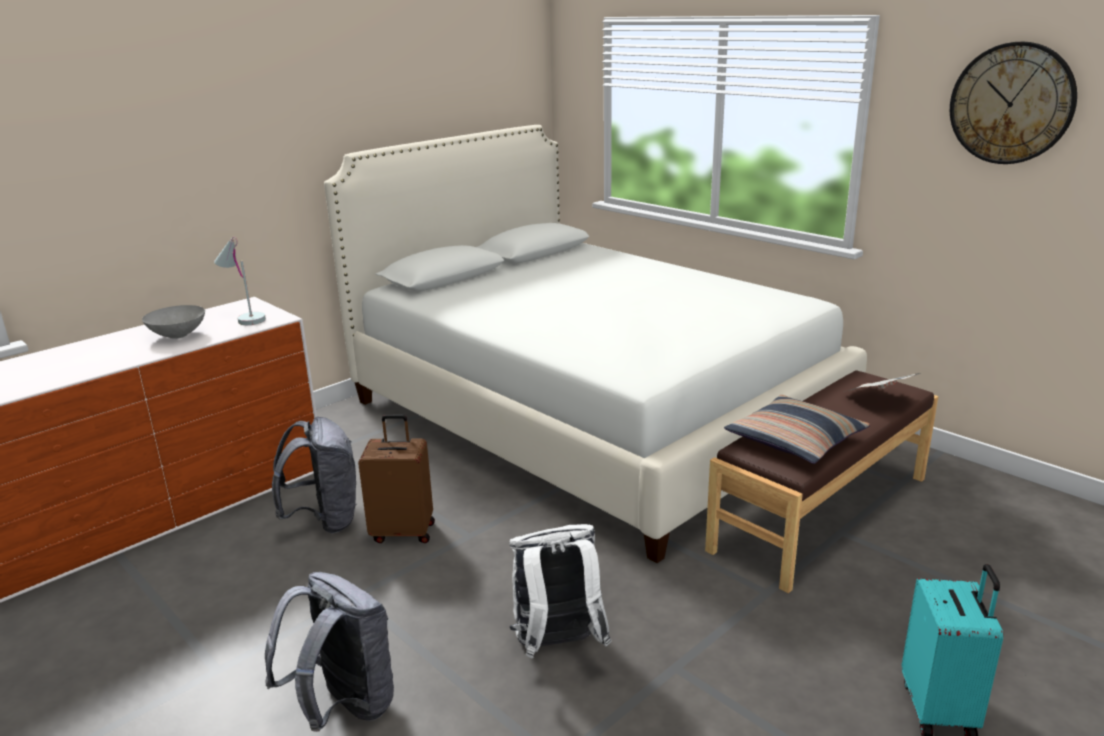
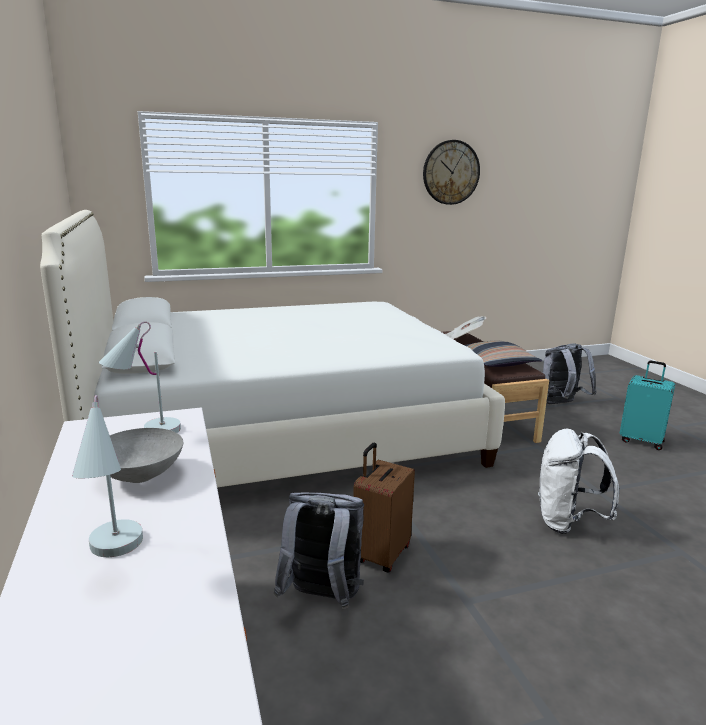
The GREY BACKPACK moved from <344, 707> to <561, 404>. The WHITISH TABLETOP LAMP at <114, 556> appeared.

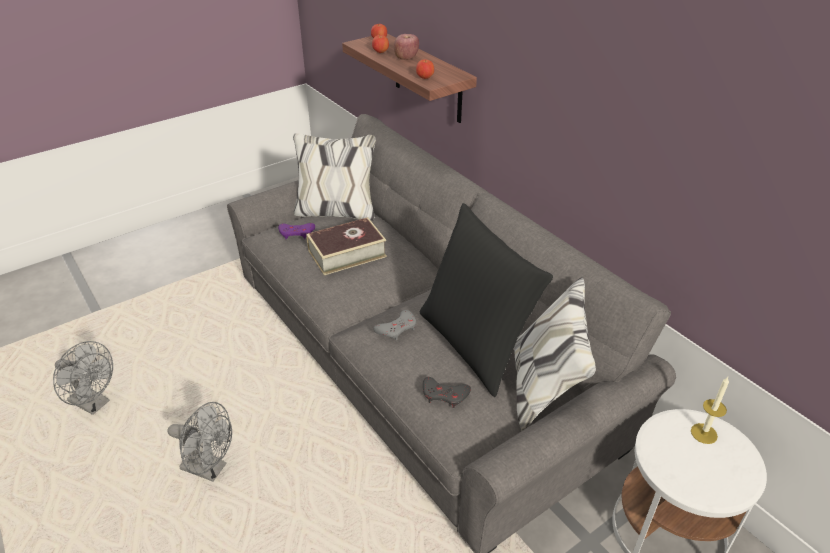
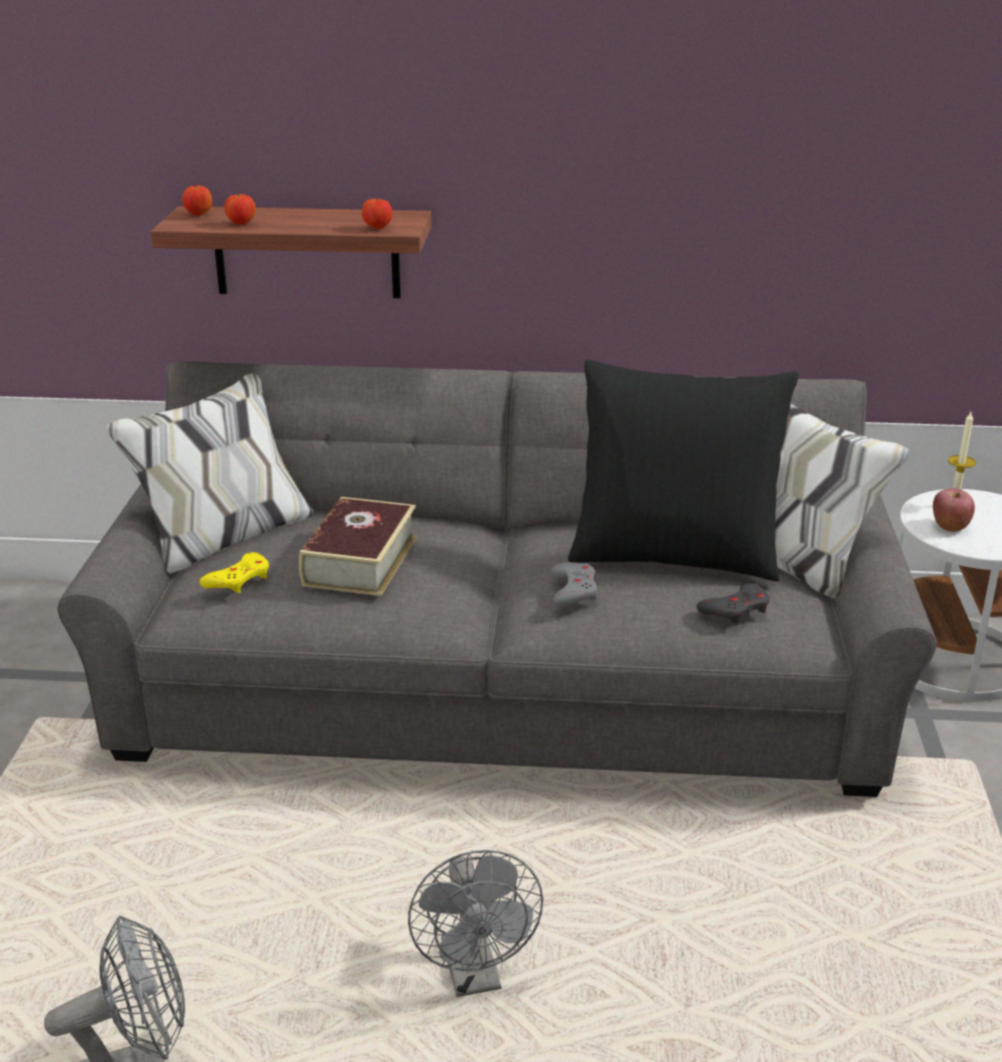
The GREY ELECTRIC FAN at <210, 469> turned 105 degrees clockwise. The PURPLE-COLOURED GAMEPAD at <296, 233> became the YELLOW GAMEPAD at <239, 579>. The APPLE FRUIT moved from <406, 58> to <950, 526>.

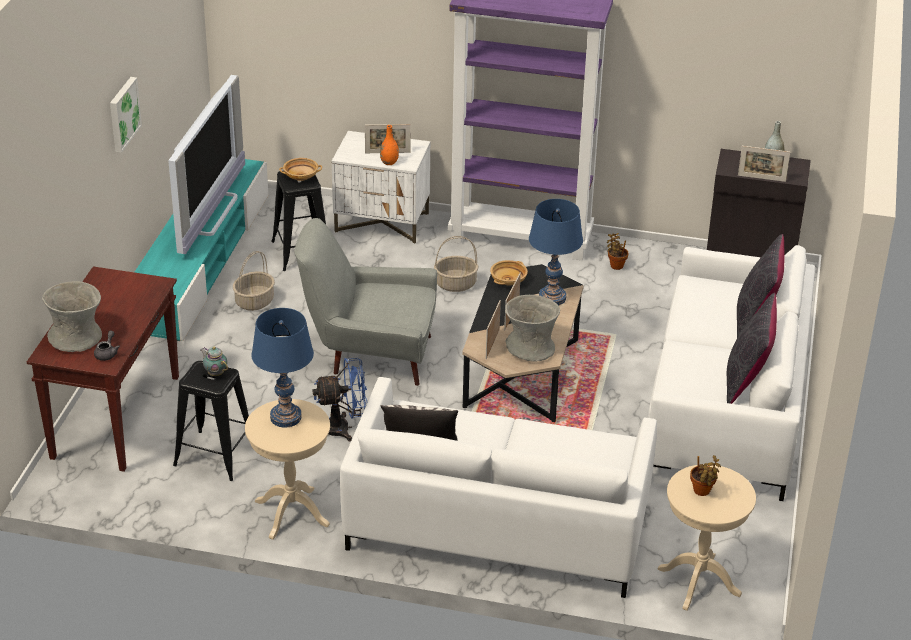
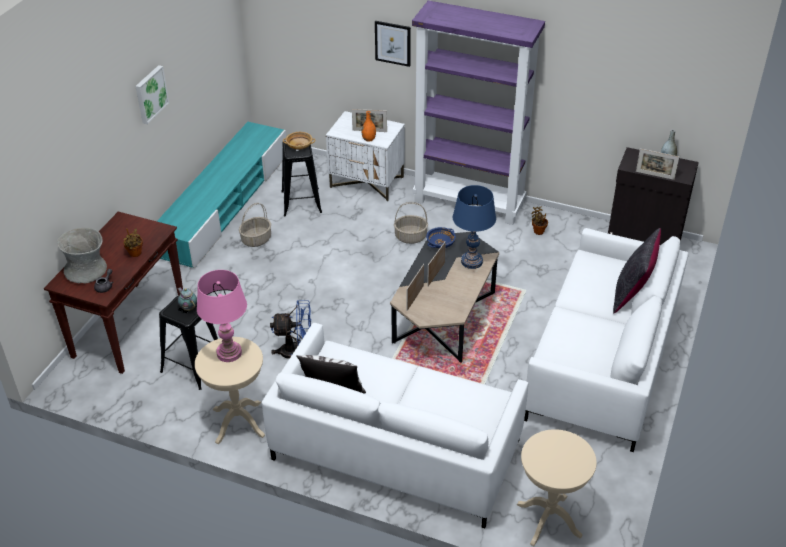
The TV SET at <211, 213> disappeared. The BLUISH TABLETOP LAMP at <285, 417> became the PINKISH TABLETOP LAMP at <229, 353>. The GREY ARMCHAIR at <371, 355> disappeared. The BEIGE DEEP DISH at <508, 280> became the BLUISH DEEP DISH at <440, 244>. The GREY FLOWER VASE at <530, 347> disappeared. The HOUSEPLANT moved from <702, 492> to <135, 254>. The BLACK CUSHION at <746, 380> disappeared. The WALL ART at <393, 43> appeared.

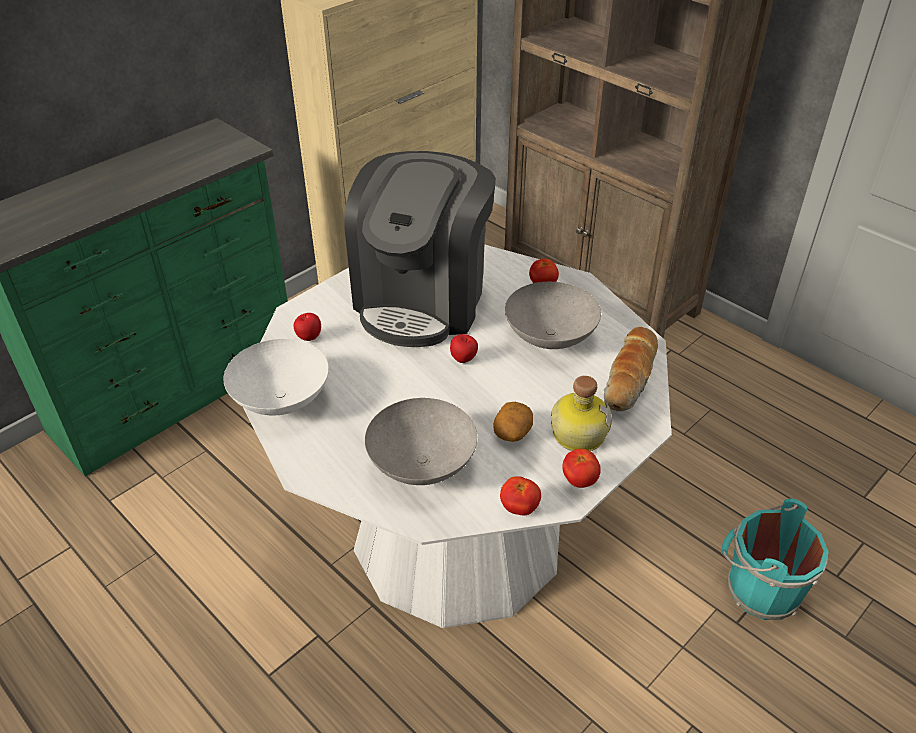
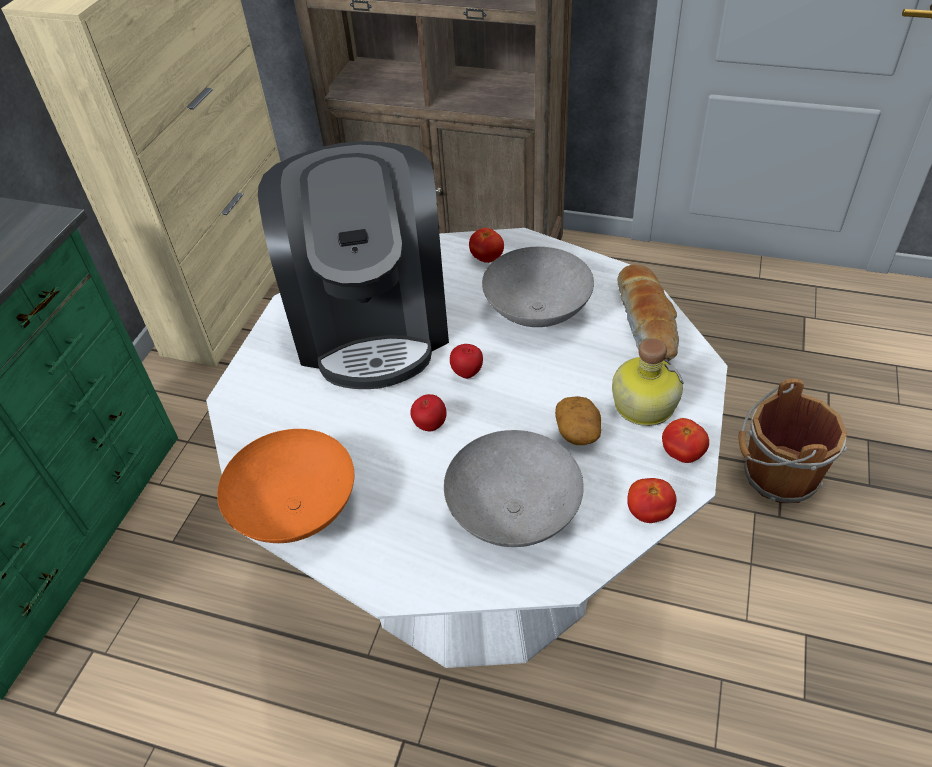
The WHITISH DEEP DISH at <281, 399> became the ORANGE DEEP DISH at <295, 509>. The APPLE FRUIT moved from <309, 338> to <430, 425>. The TURQUOISE-COLOURED BUCKET at <759, 589> became the BROWN BUCKET at <777, 476>.

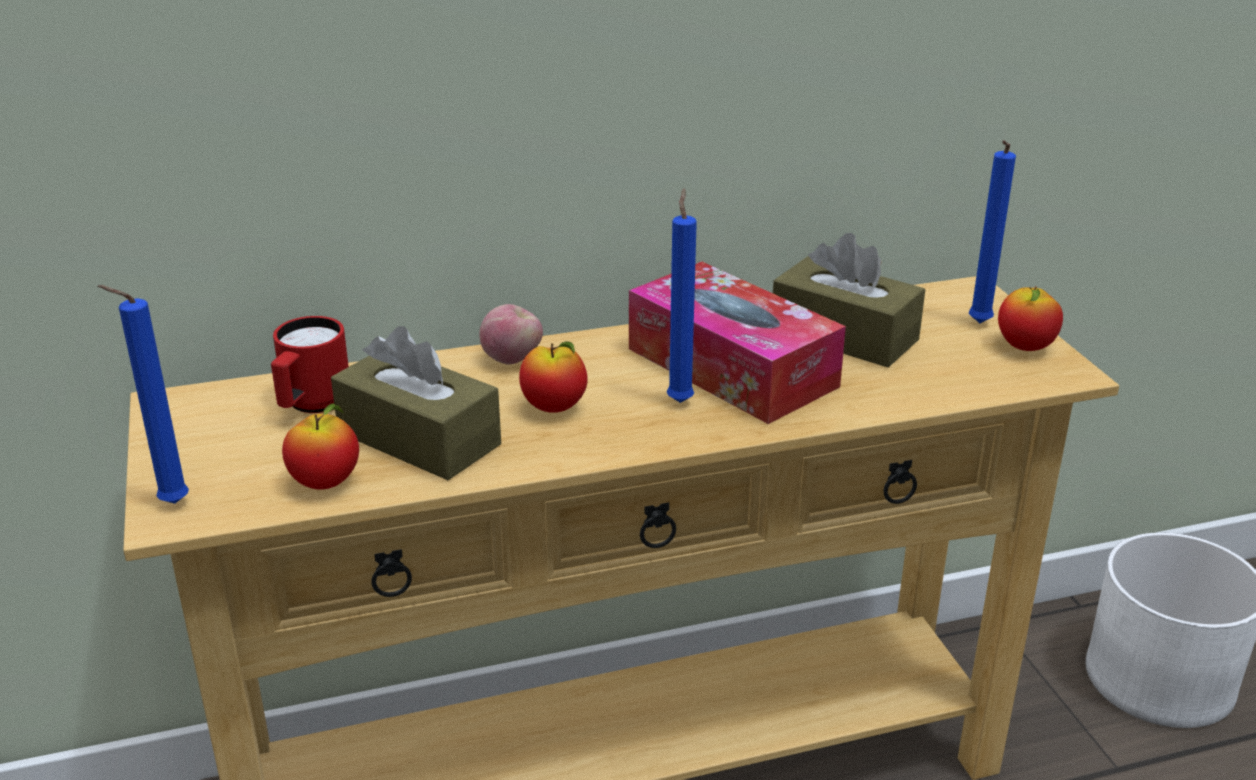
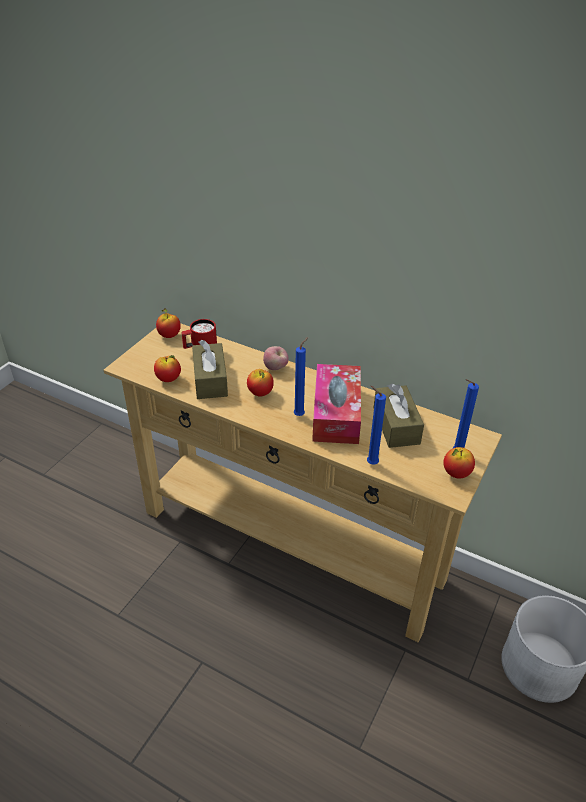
The BLUISH WAX LIGHT moved from <169, 504> to <370, 463>. The APPLE FRUIT at <169, 335> appeared.

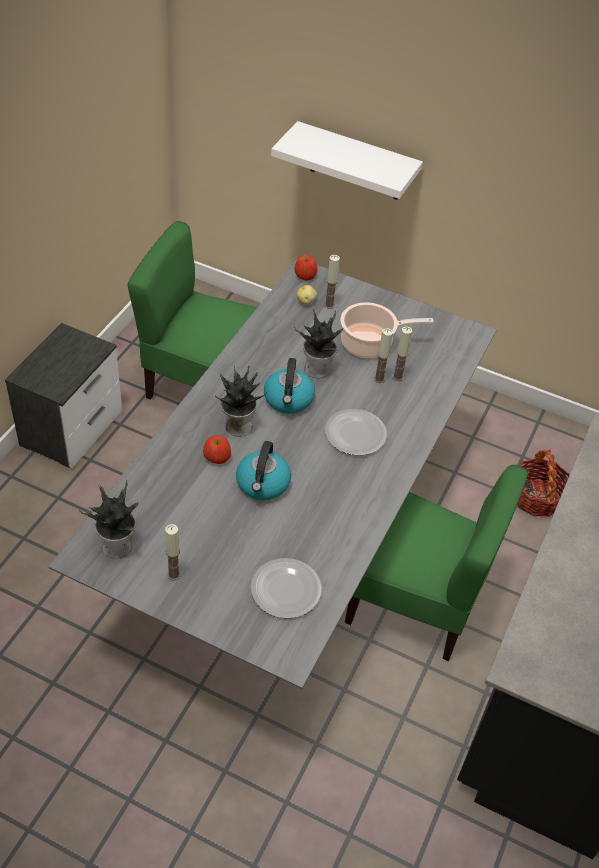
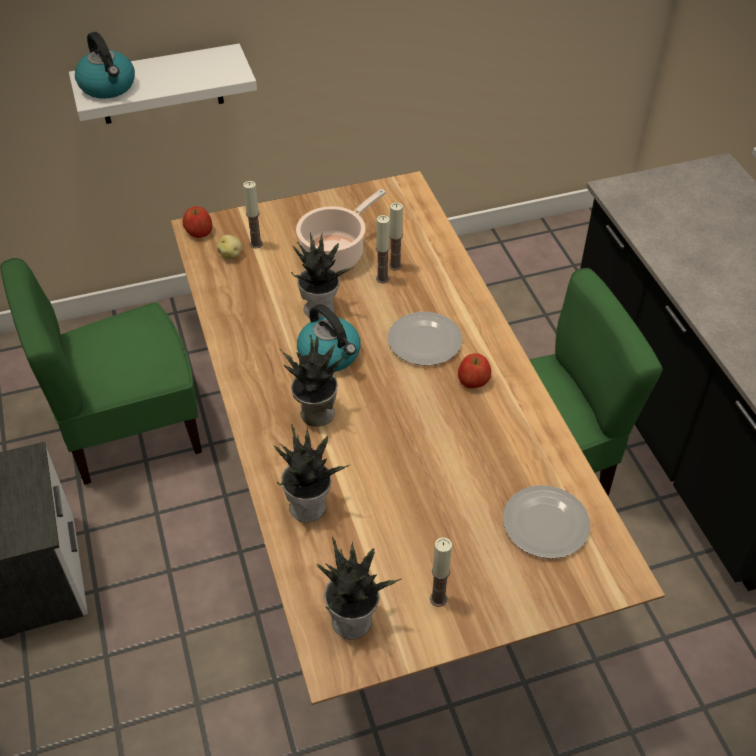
The GREY KITCHEN TABLE at <288, 545> became the BROWN KITCHEN TABLE at <378, 512>. The APPLE FRUIT moved from <217, 457> to <473, 380>. The TEA KETTLE moved from <263, 484> to <108, 86>. The STORAGE BASKET at <536, 497> disappeared. The HOUSEPLANT at <309, 506> appeared.

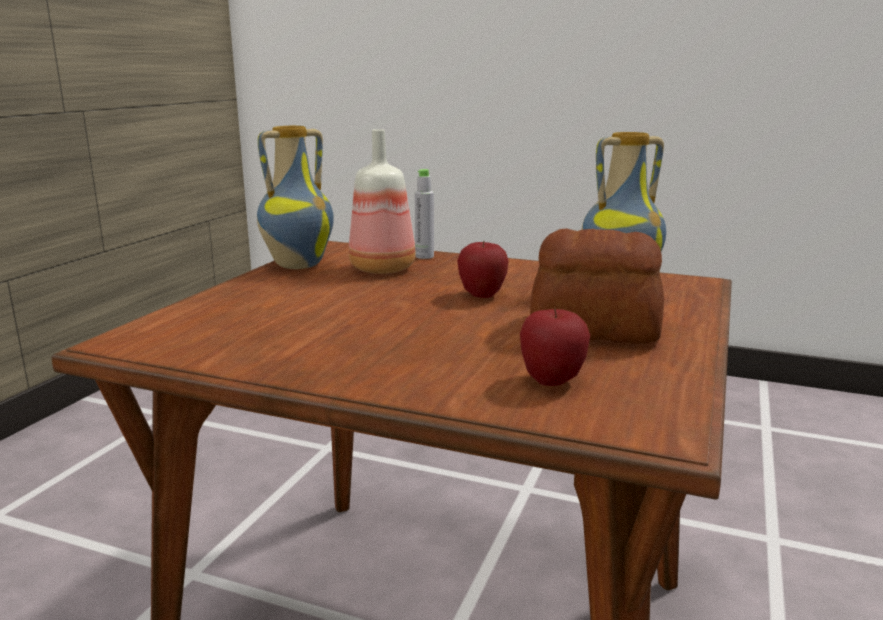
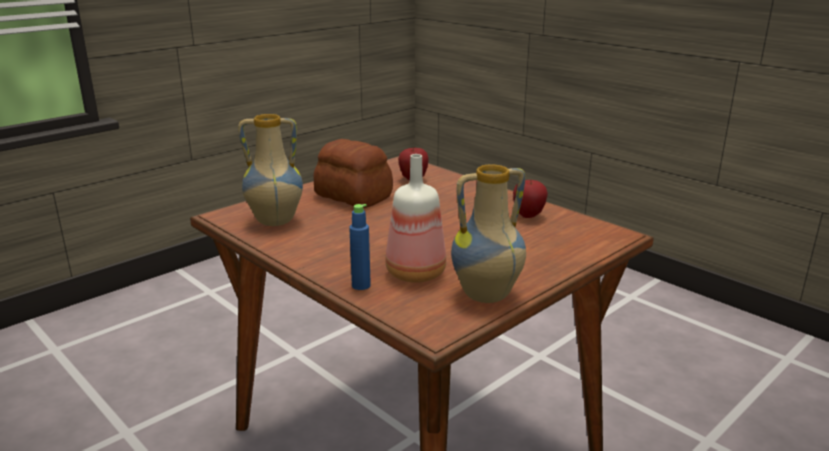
The GREY DRINK BOTTLE at <424, 256> became the BLUISH DRINK BOTTLE at <361, 285>. The APPLE FRUIT moved from <482, 296> to <528, 215>.

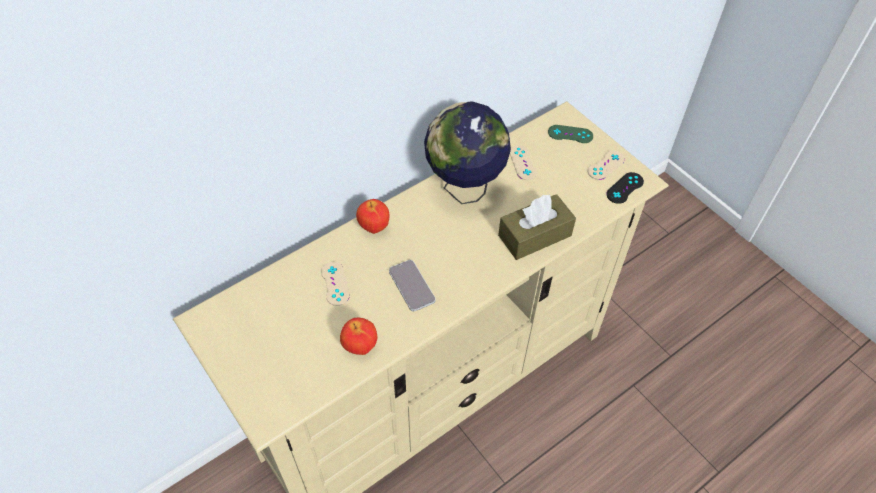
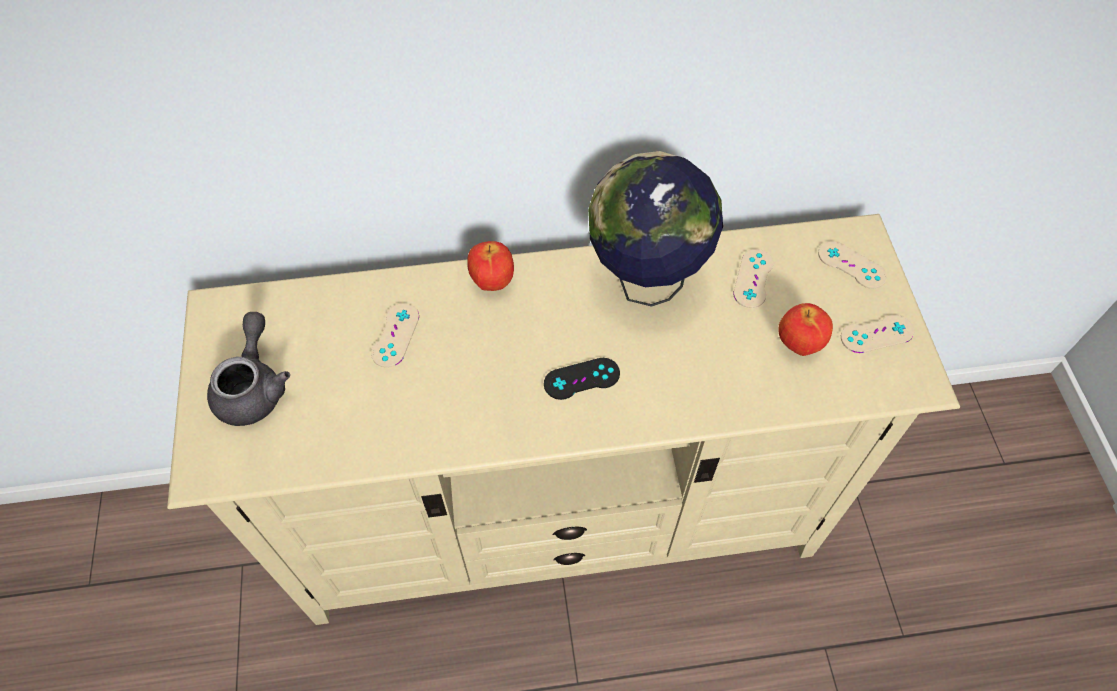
The APPLE FRUIT moved from <360, 347> to <798, 344>. The TELEPHONE at <411, 286> disappeared. The BROWN BOX OF TISSUES at <535, 235> disappeared. The GREENISH GAMEPAD at <570, 134> became the BEIGE GAMEPAD at <851, 265>. The BLACK GAMEPAD moved from <625, 188> to <582, 379>. The GREY TEAPOT at <254, 387> appeared.

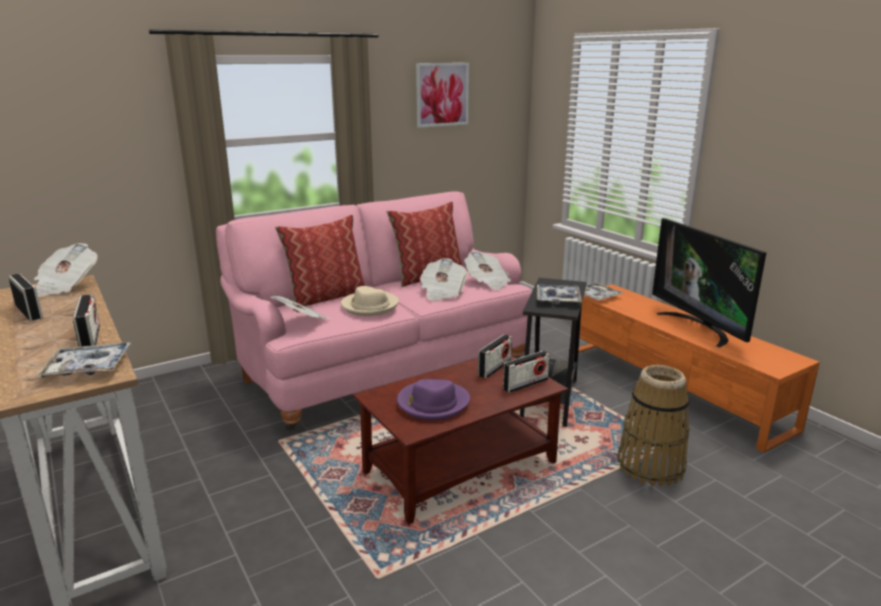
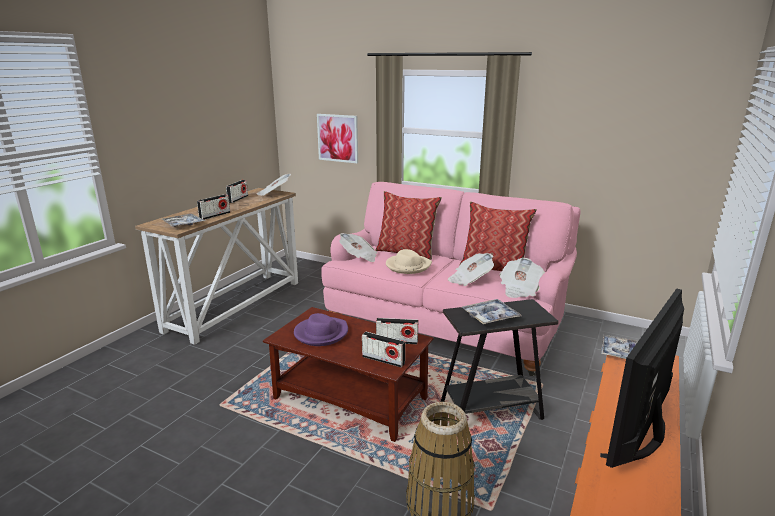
The WALL ART moved from <442, 94> to <338, 138>.

